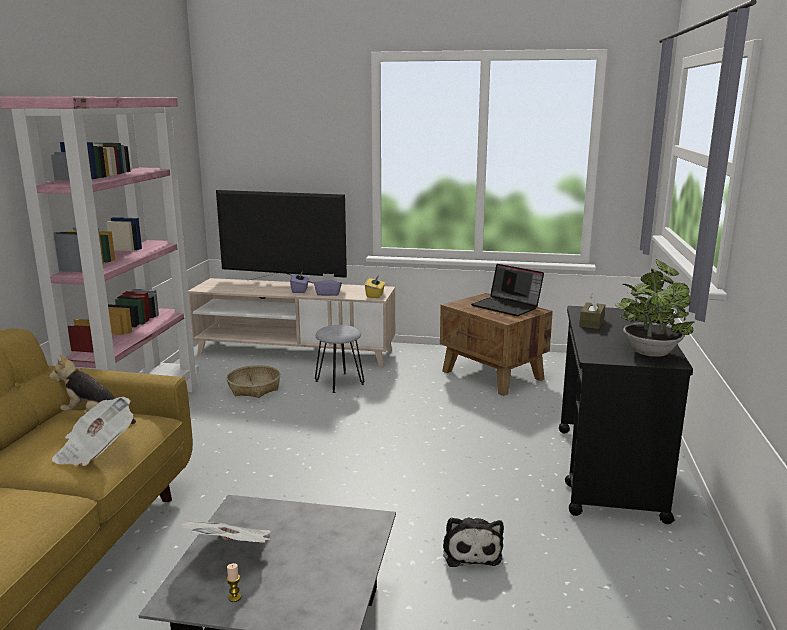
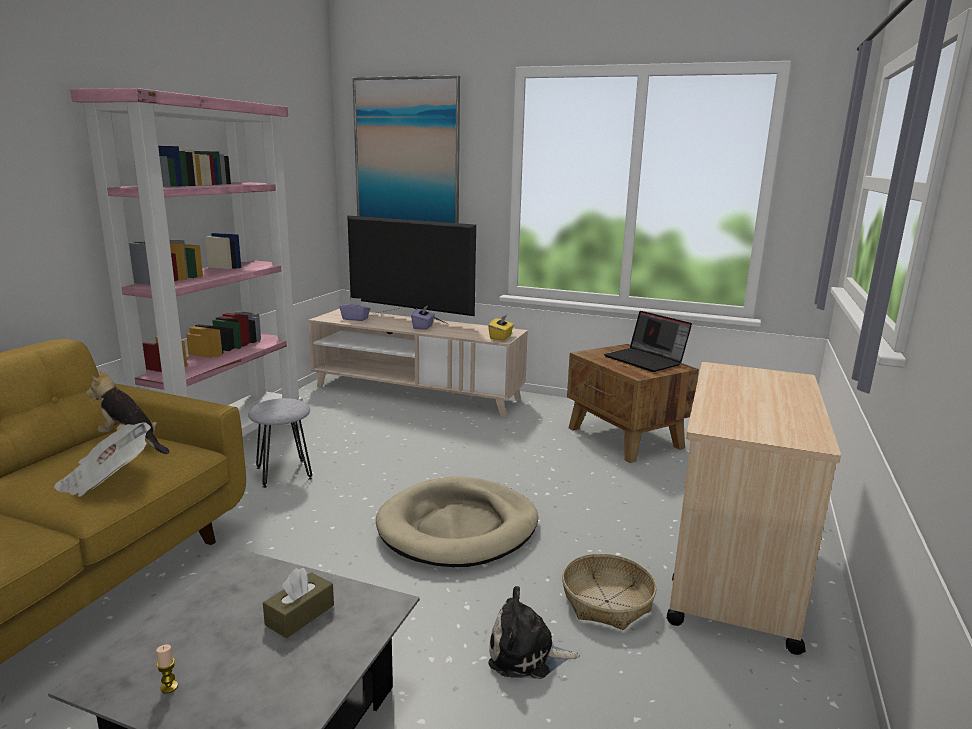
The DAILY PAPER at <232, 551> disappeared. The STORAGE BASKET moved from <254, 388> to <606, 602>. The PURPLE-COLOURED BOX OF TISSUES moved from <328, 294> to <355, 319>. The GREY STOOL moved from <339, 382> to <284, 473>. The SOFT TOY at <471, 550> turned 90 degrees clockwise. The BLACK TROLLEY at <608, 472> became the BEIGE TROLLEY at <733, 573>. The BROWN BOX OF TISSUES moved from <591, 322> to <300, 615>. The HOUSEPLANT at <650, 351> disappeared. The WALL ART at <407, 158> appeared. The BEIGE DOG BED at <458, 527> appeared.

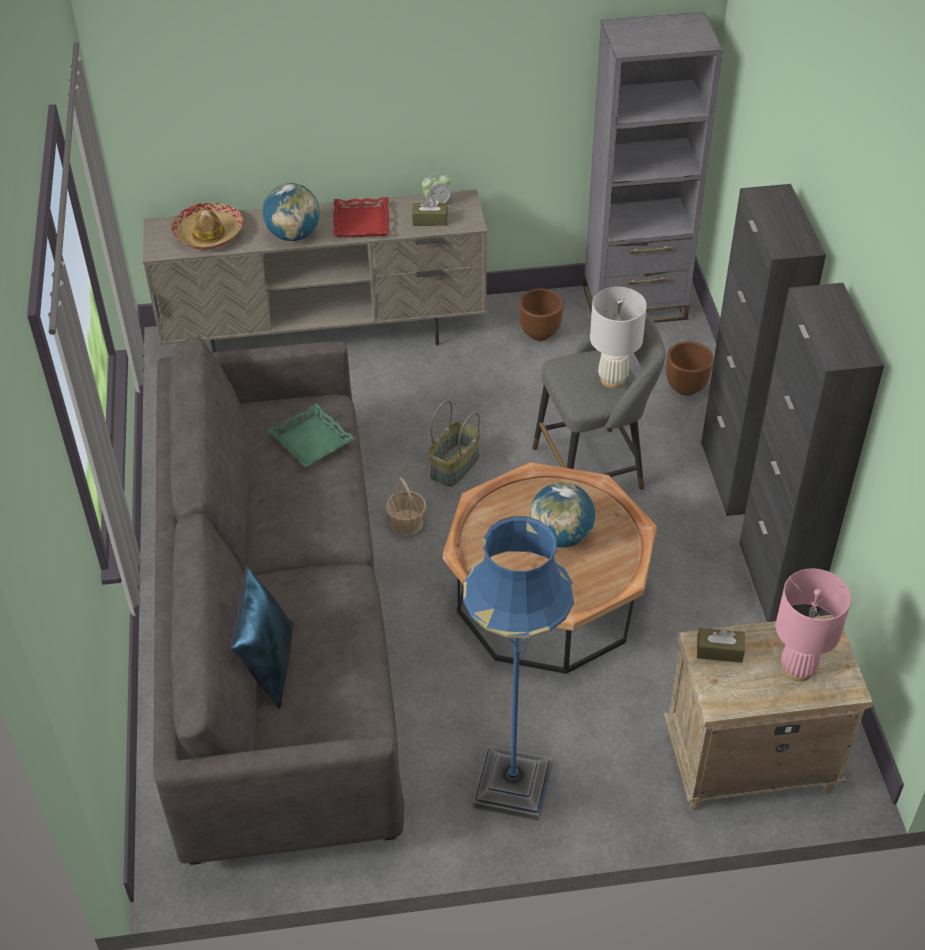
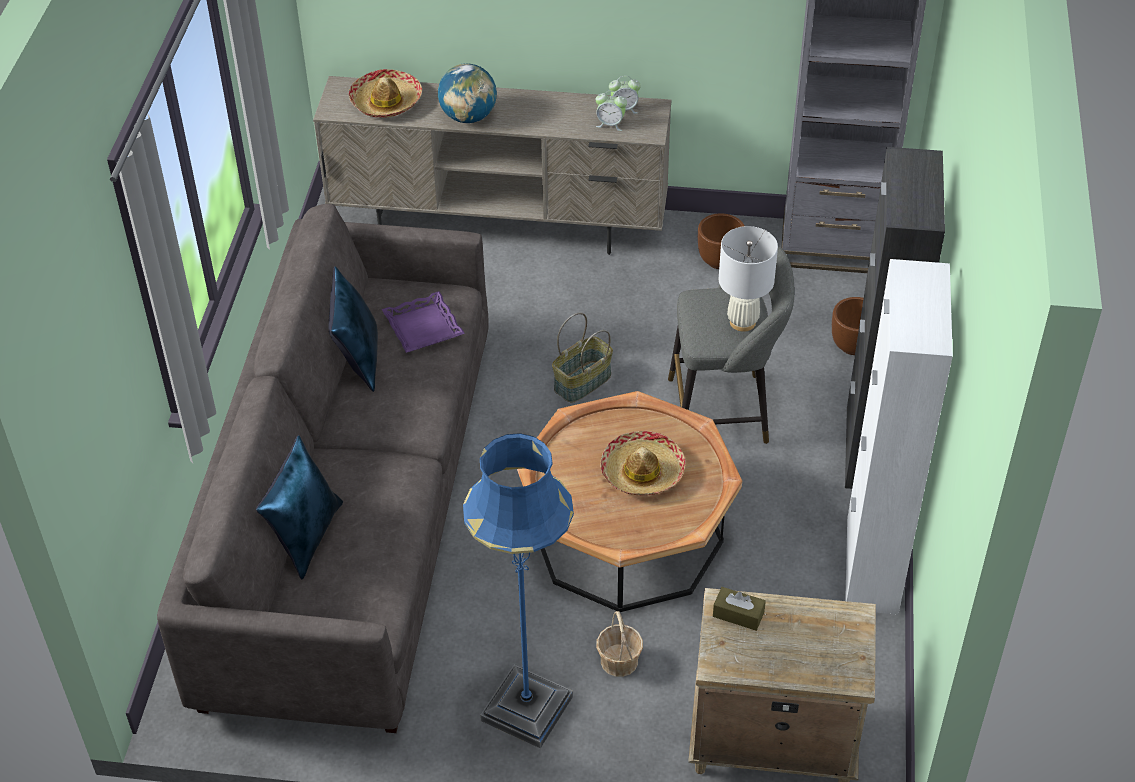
The GREENISH SERVING TRAY at <311, 440> became the PURPLE-COLOURED SERVING TRAY at <422, 327>. The RED-COLOURED SERVING TRAY at <362, 222> disappeared. The STORAGE BASKET moved from <406, 523> to <619, 661>. The BROWN BOX OF TISSUES at <430, 220> was replaced by the ALARM CLOCK at <610, 124>. The WORLD GLOBE at <561, 536> was replaced by the WEARABLE HAT at <642, 472>. The BLACK STORAGE CABINET at <776, 581> became the WHITISH STORAGE CABINET at <872, 565>. The PINKISH TABLETOP LAMP at <797, 669> disappeared. The BLUISH CUSHION at <358, 359> appeared.

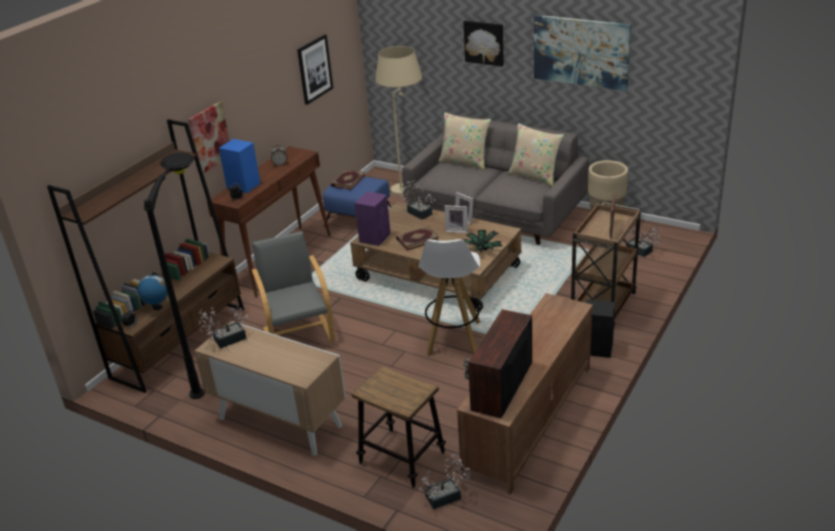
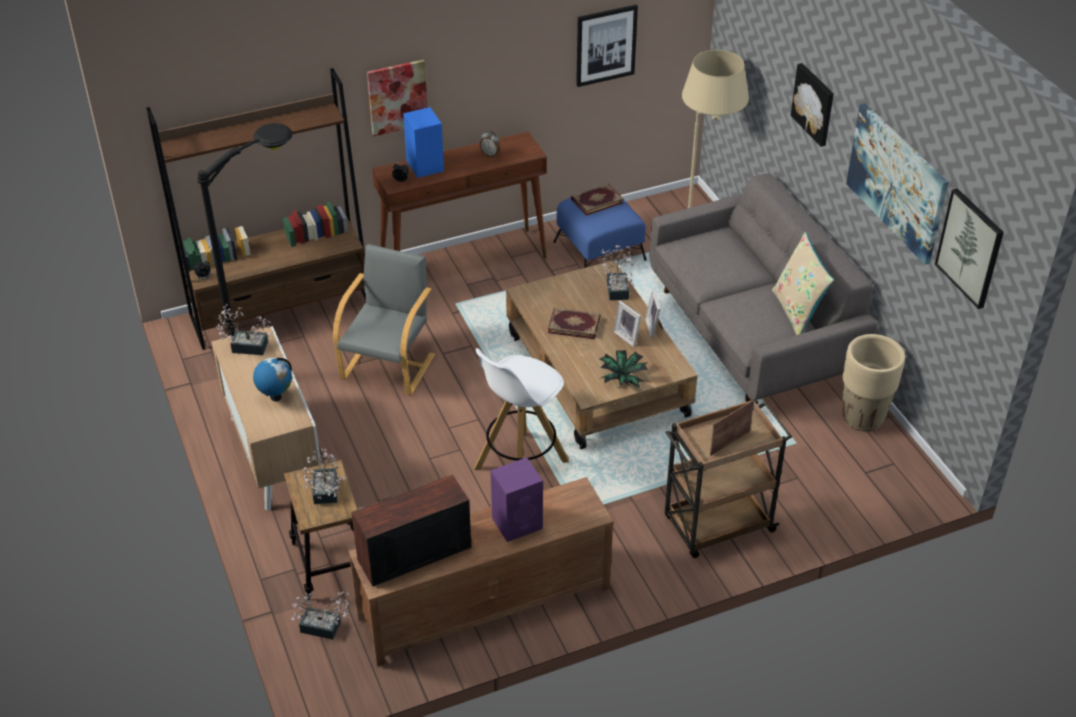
The WORLD GLOBE moved from <157, 307> to <275, 397>. The PURPLE-COLOURED SPEAKER moved from <375, 237> to <518, 523>. The BEIGE CUSHION at <465, 162> disappeared. The BLACK SPEAKER at <598, 348> disappeared. The HOUSEPLANT moved from <641, 251> to <325, 494>. The WALL ART at <970, 248> appeared.

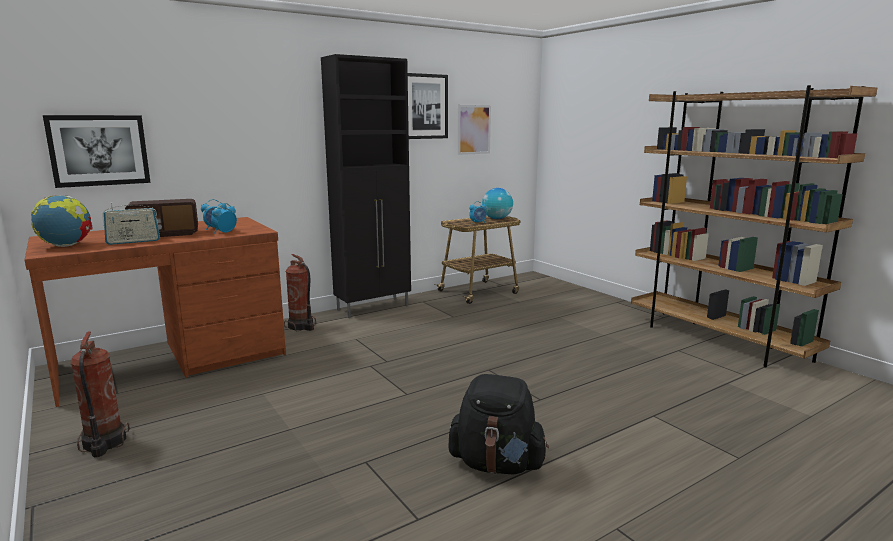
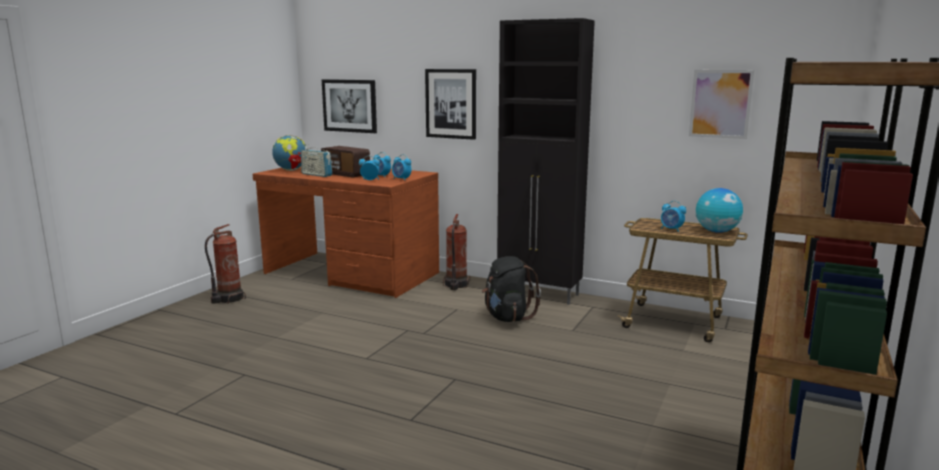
The WALL ART moved from <425, 106> to <451, 103>. The BLACK BACKPACK moved from <497, 464> to <507, 317>. The ALARM CLOCK at <401, 179> appeared.

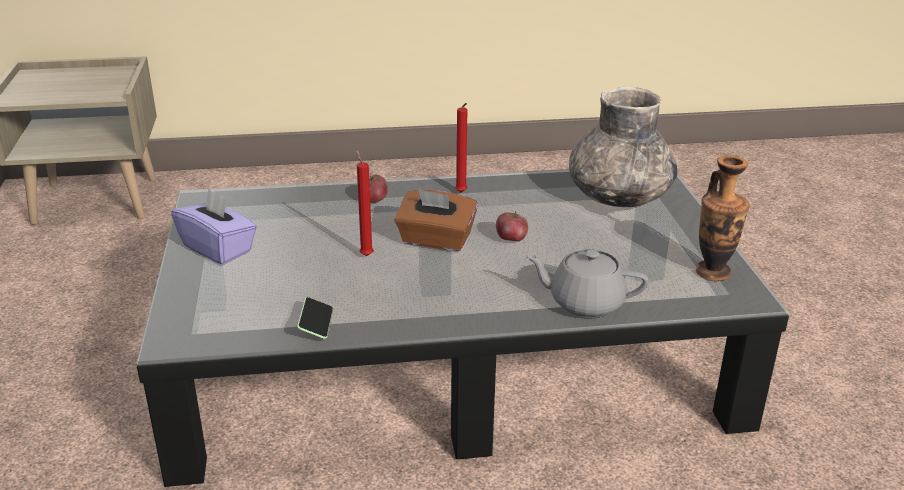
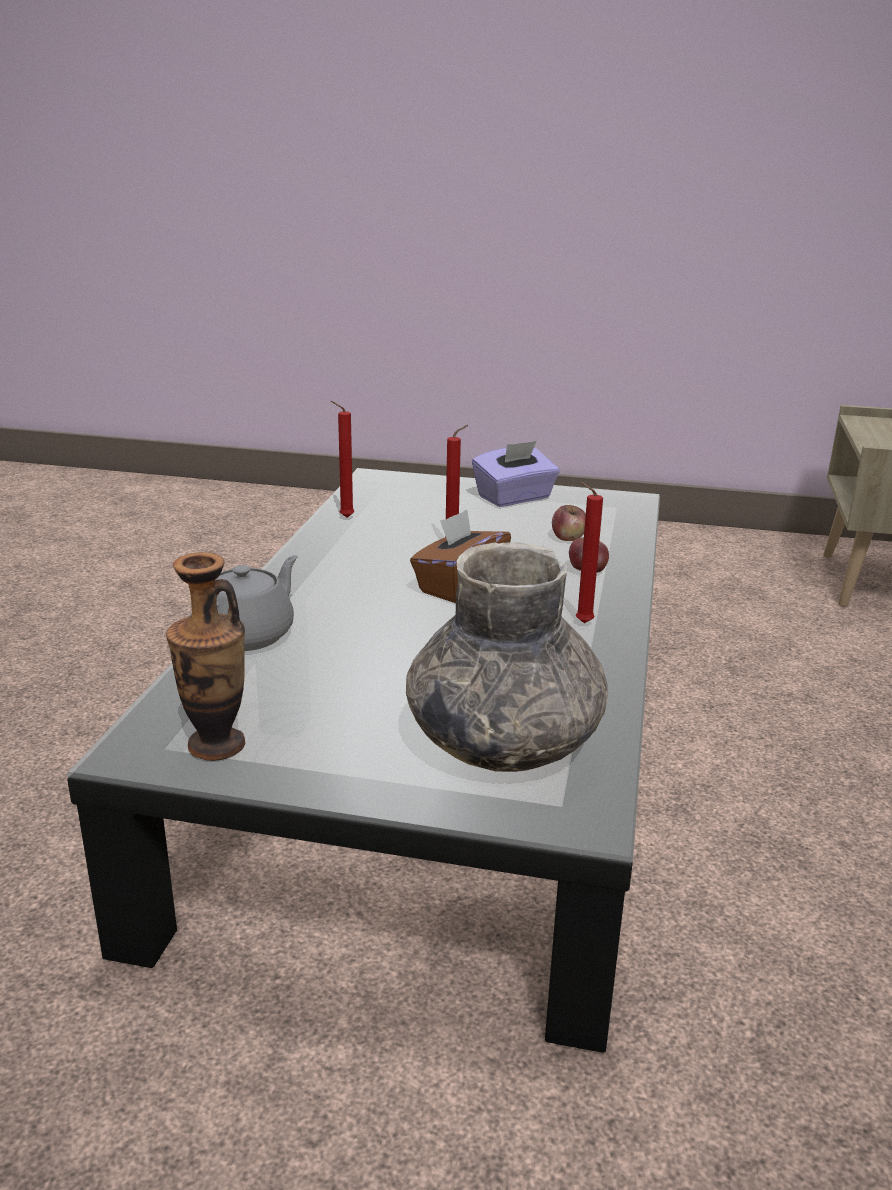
The TELEPHONE at <316, 325> was replaced by the RED-COLOURED WAX LIGHT at <344, 517>. The APPLE FRUIT moved from <511, 239> to <568, 538>.

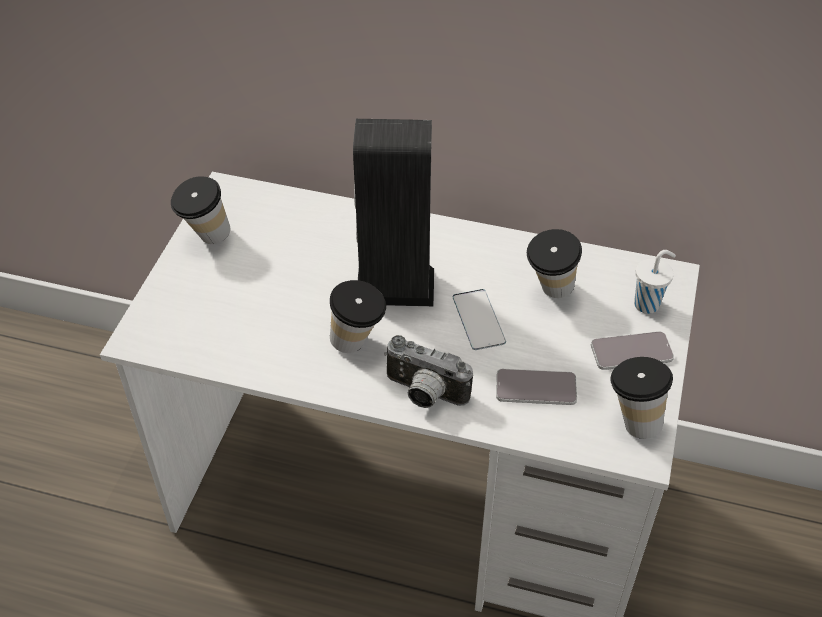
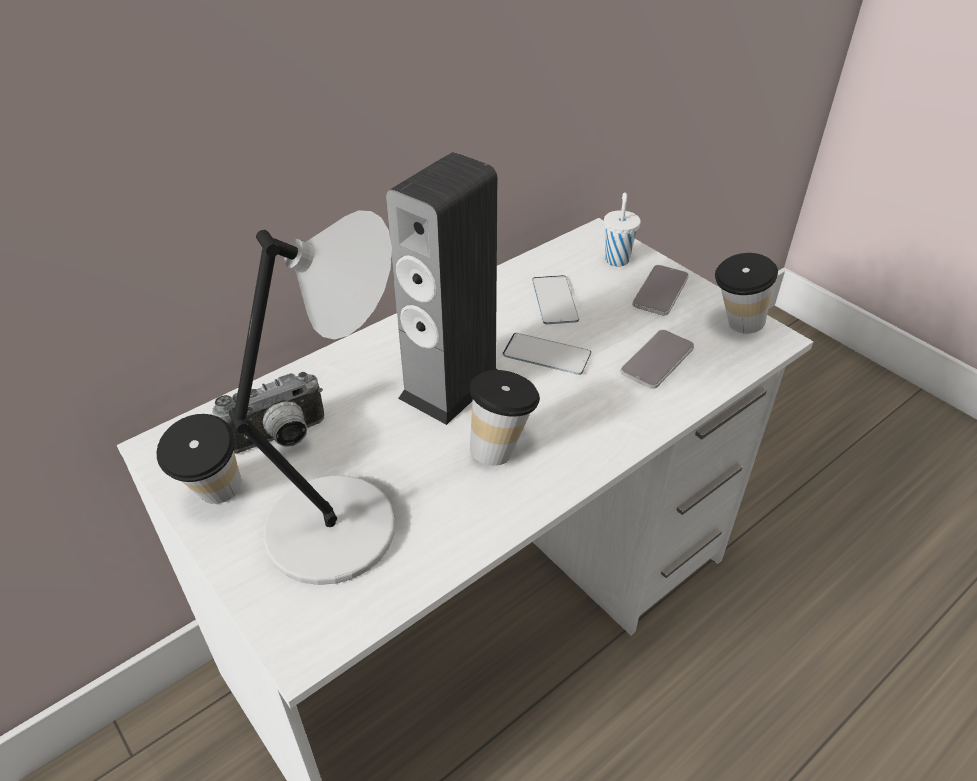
The STILL CAMERA moved from <423, 394> to <280, 440>. The SMALL CUP at <549, 292> was replaced by the TELEPHONE at <554, 300>. The GREY TABLETOP LAMP at <338, 526> appeared.

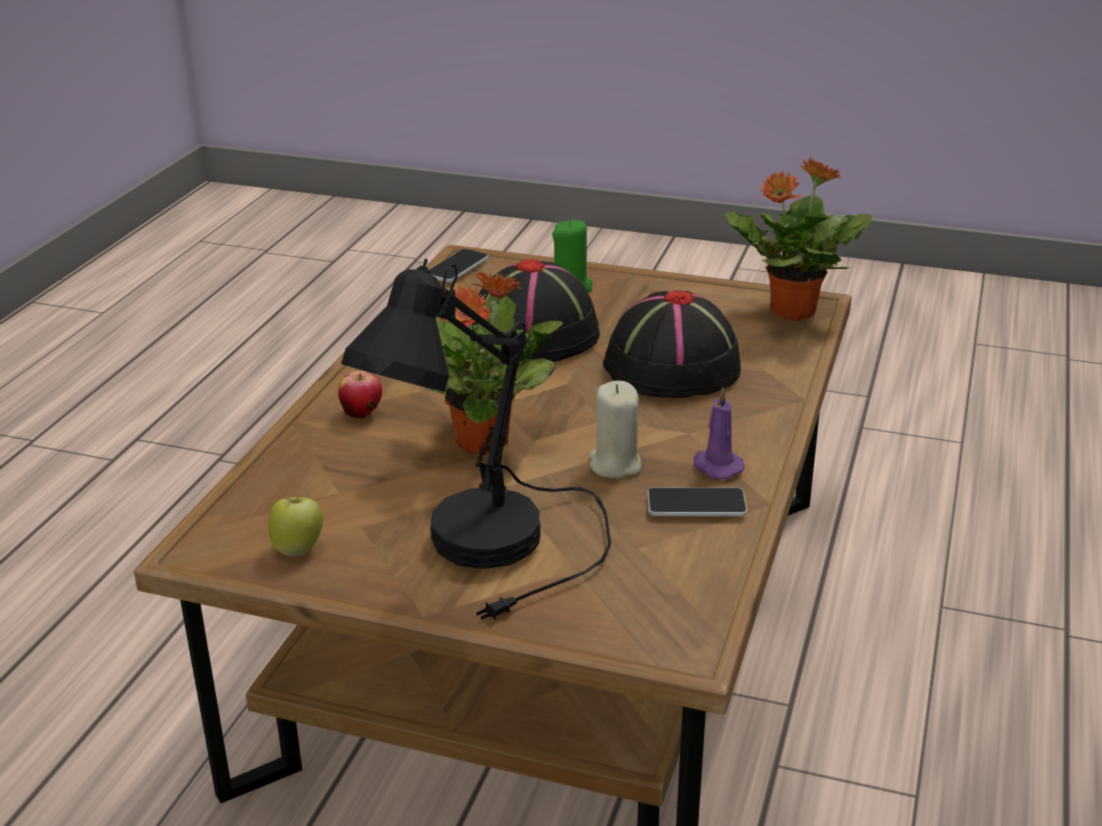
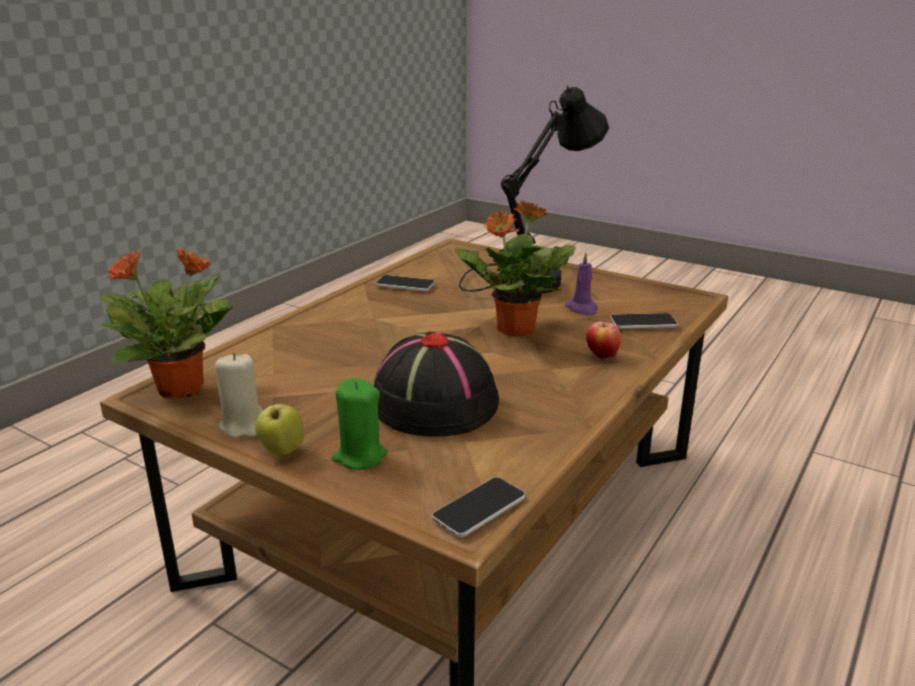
The APPLE FRUIT moved from <298, 548> to <282, 451>. The BEIGE WAX LIGHT moved from <614, 464> to <243, 425>. The BLACK WEARABLE HAT at <671, 368> disappeared. The PURPLE-COLOURED WAX LIGHT moved from <716, 466> to <582, 309>. The TELEPHONE at <643, 322> appeared.

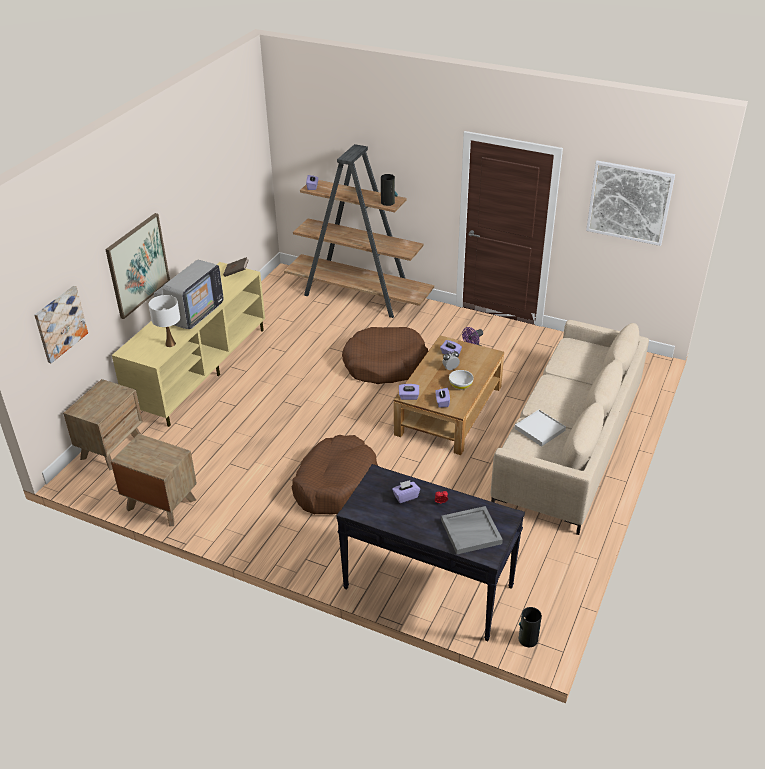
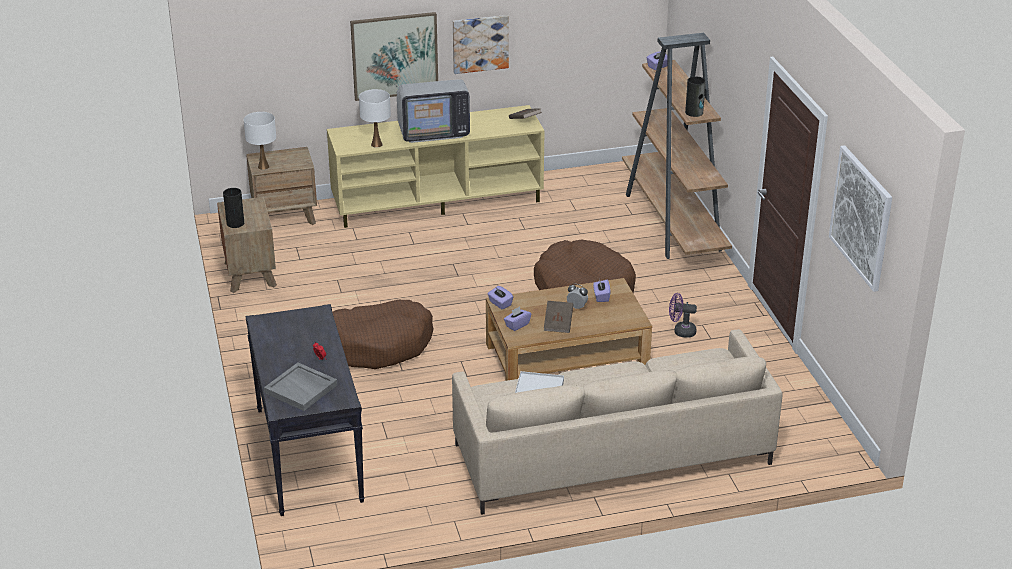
The WALL ART moved from <60, 323> to <480, 43>. The PURPLE-COLOURED BOX OF TISSUES at <405, 496> disappeared. The WHITISH DEEP DISH at <460, 385> was replaced by the BROWN VOLUME at <558, 324>. The FLOWER VASE moved from <527, 639> to <235, 223>. The WHITISH TABLETOP LAMP at <263, 167> appeared.

